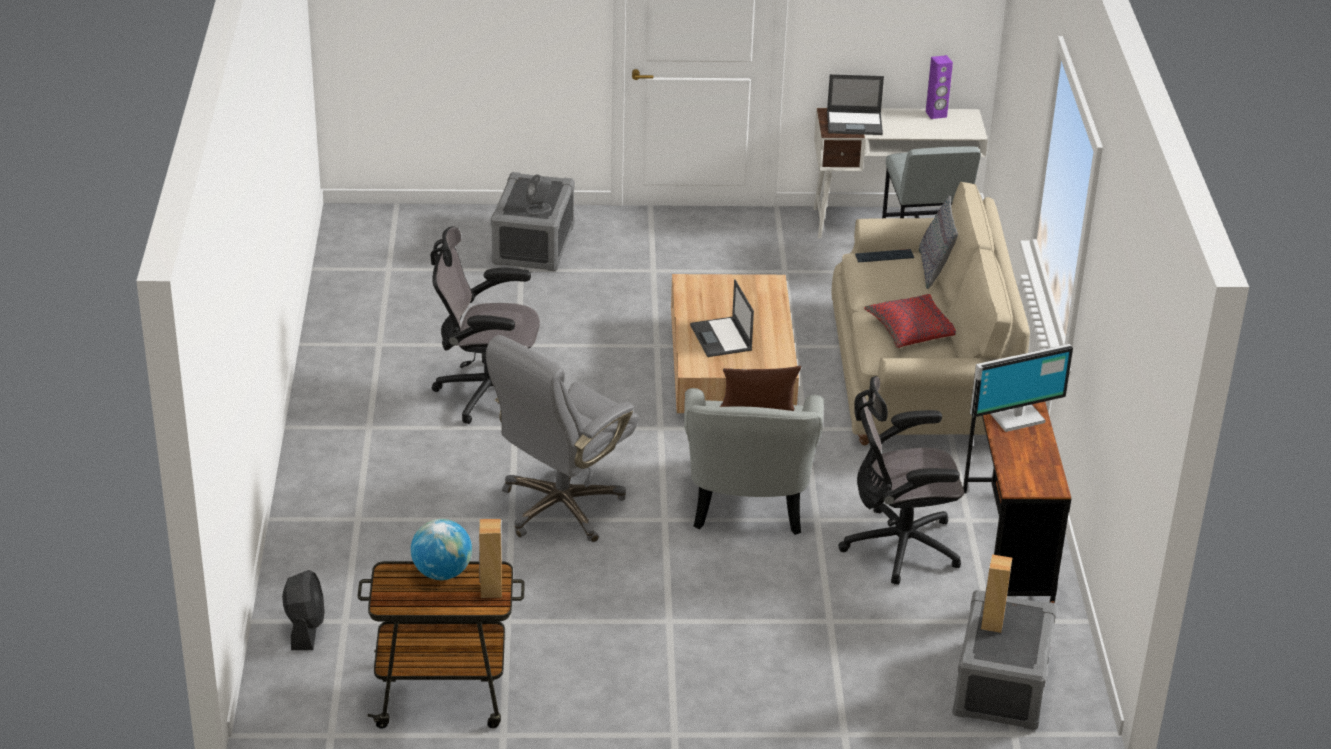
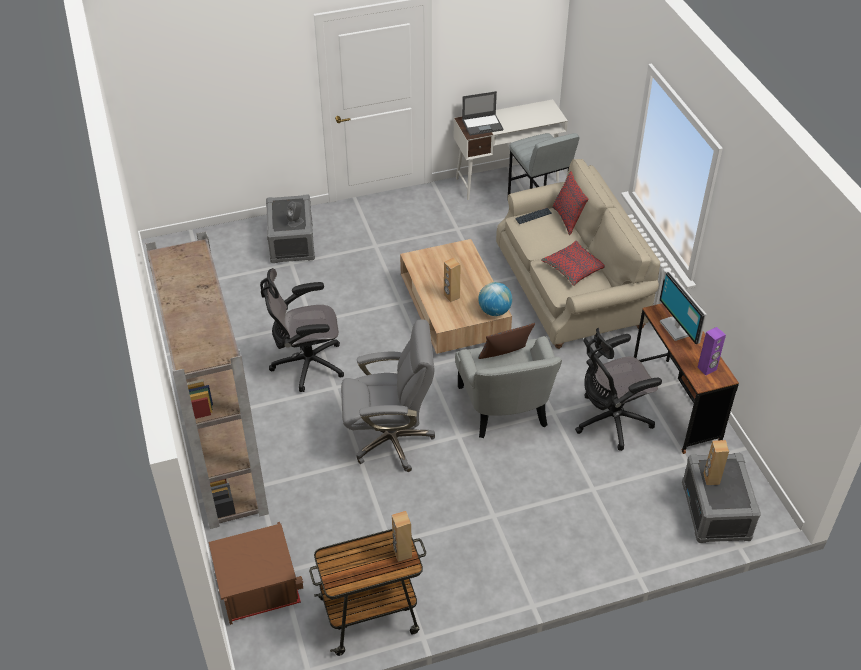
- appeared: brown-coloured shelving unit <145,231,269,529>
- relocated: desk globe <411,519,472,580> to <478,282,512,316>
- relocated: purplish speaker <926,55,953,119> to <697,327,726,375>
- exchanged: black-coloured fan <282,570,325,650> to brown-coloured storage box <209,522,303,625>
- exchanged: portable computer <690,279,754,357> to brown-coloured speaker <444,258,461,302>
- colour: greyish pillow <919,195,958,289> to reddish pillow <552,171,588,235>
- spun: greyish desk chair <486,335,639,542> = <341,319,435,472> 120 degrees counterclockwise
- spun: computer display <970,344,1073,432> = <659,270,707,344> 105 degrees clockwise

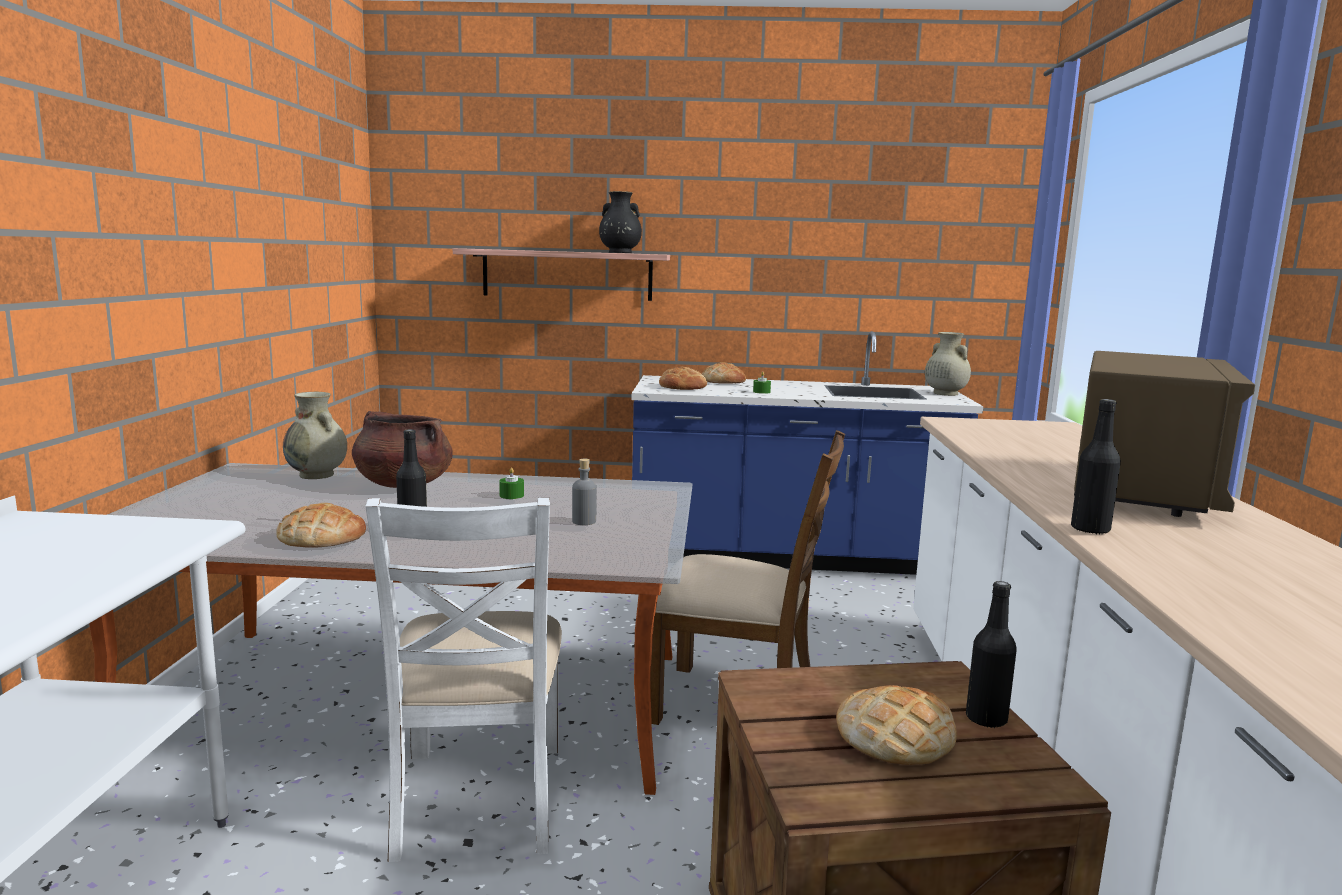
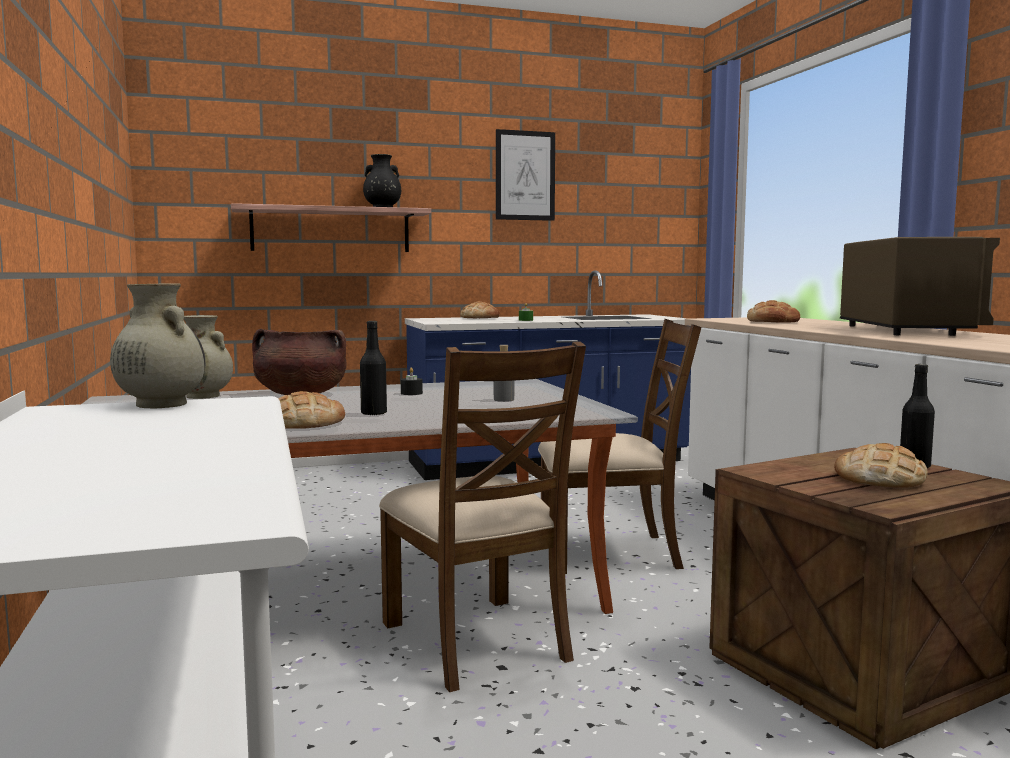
- missing: black-coloured bottle <1071,399,1121,534>
- appeared: wall picture <496,129,555,221>
- relocated: baked bread <659,367,707,390> to <747,300,800,323>
- relocated: beige-coloured vase <925,332,971,396> to <110,283,205,408>
- colour: white chair <365,498,562,862> to brown-coloured chair <379,341,586,692>
- colour: green wax candle <499,468,524,499> to black-coloured wax candle <401,368,423,395>

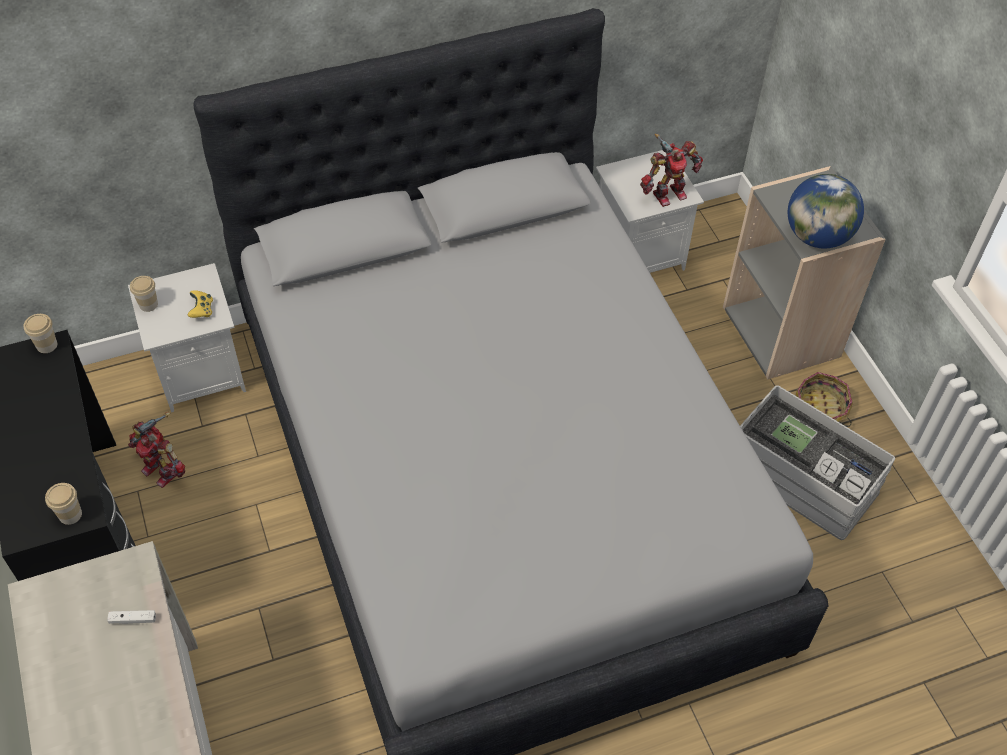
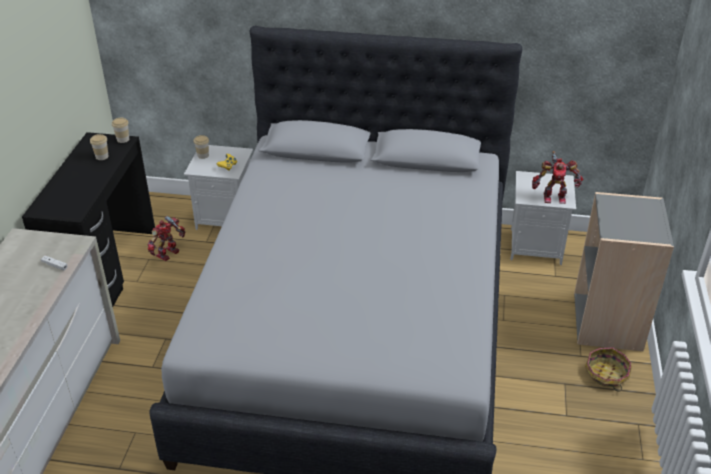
- missing: greyish storage box <740,385,895,540>
- missing: desk globe <788,174,864,248>
- relocated: small cup <45,483,82,525> to <90,134,109,160>
- spun: toy robot <128,412,185,488> = <148,216,186,261> 60 degrees clockwise

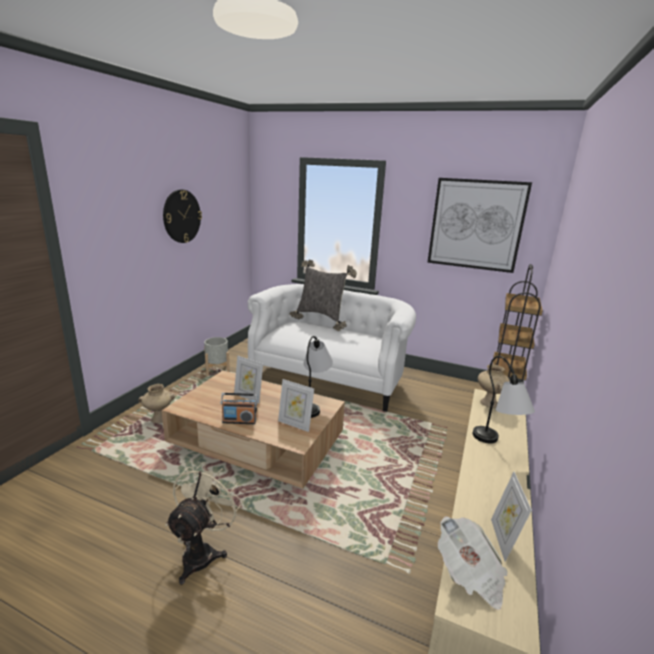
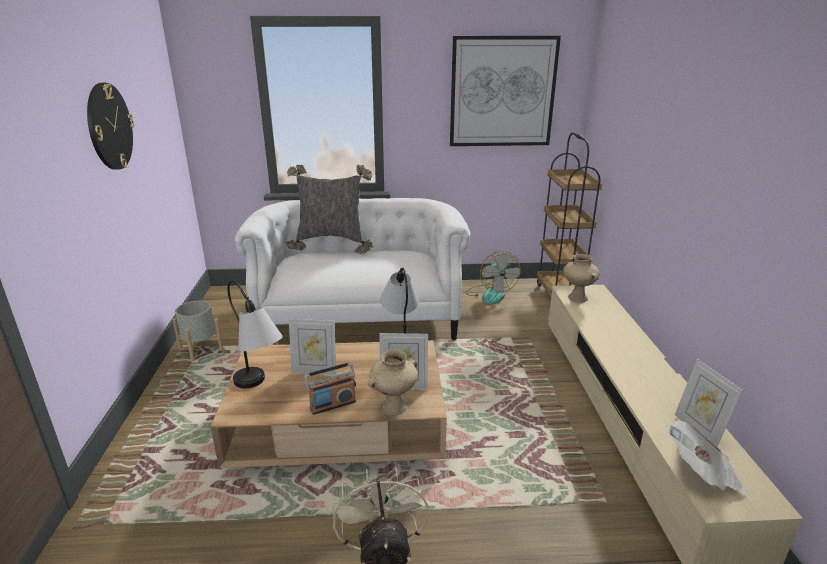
- appeared: fan <466,251,521,304>
- relocated: beige-coloured vase <138,384,175,423> to <368,349,418,416>
- relocated: table lamp <473,356,535,443> to <227,280,283,388>

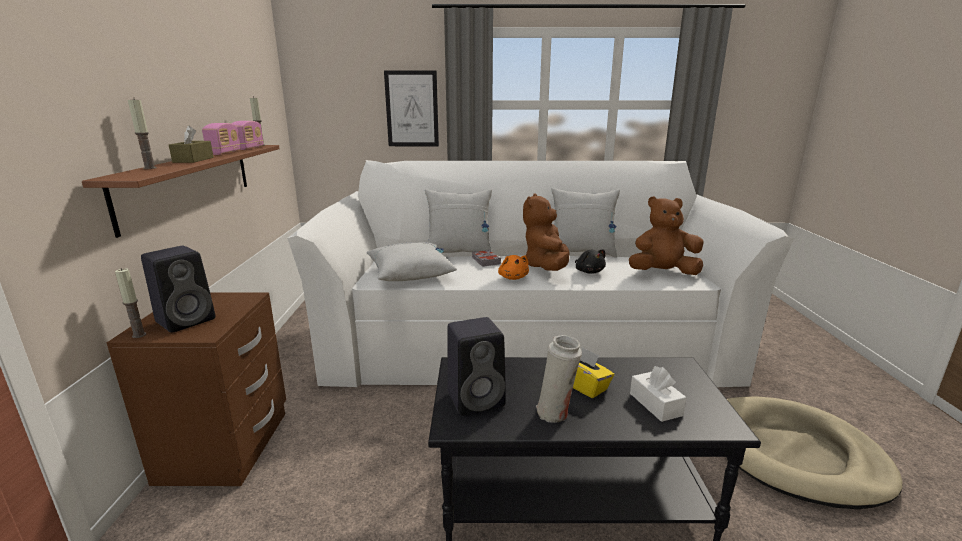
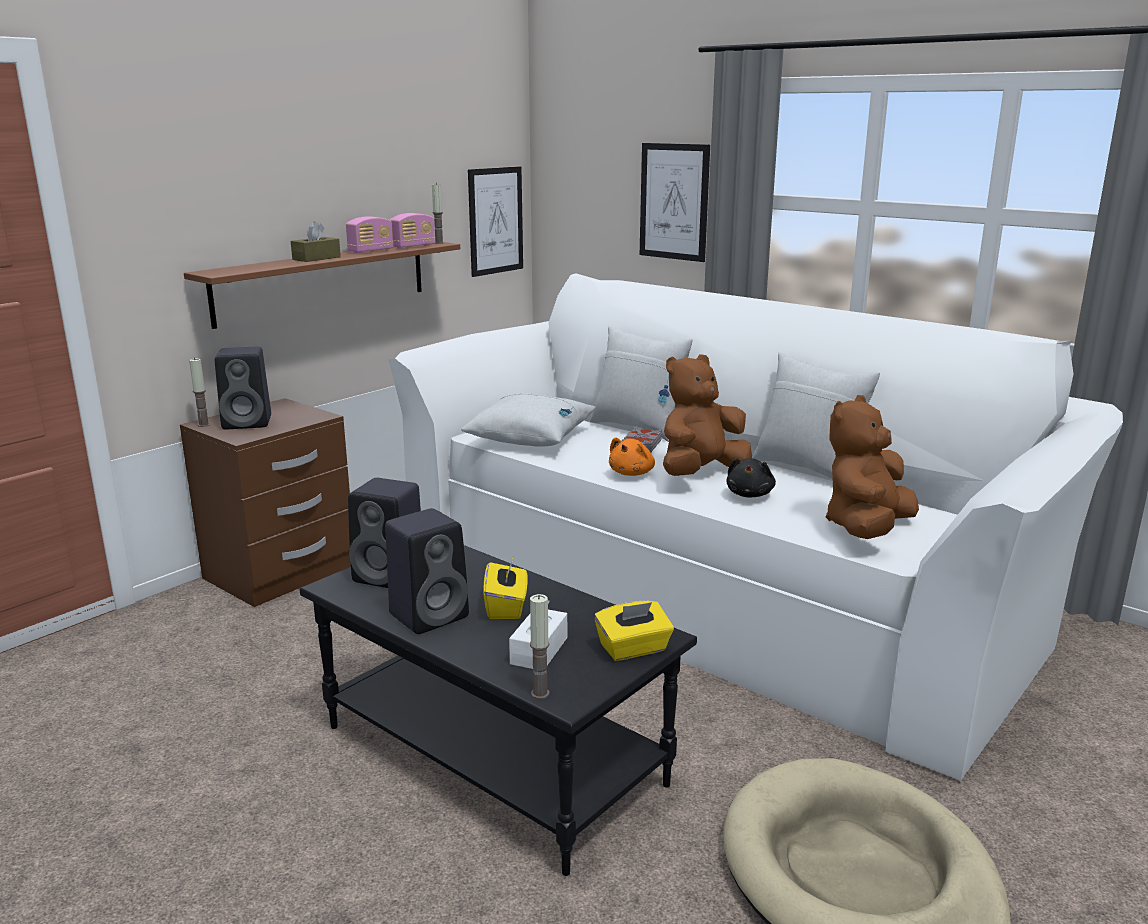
- appeared: wall picture <468,166,523,277>
- appeared: yellow box of tissues <594,600,674,661>
- relocated: wax candle <128,99,157,169> to <530,594,550,699>
- exchanged: white vase <536,335,582,423> to black-coloured speaker <385,508,469,634>
- spun: brown-coloured soft toy <629,196,704,275> = <826,395,919,539> 90 degrees counterclockwise

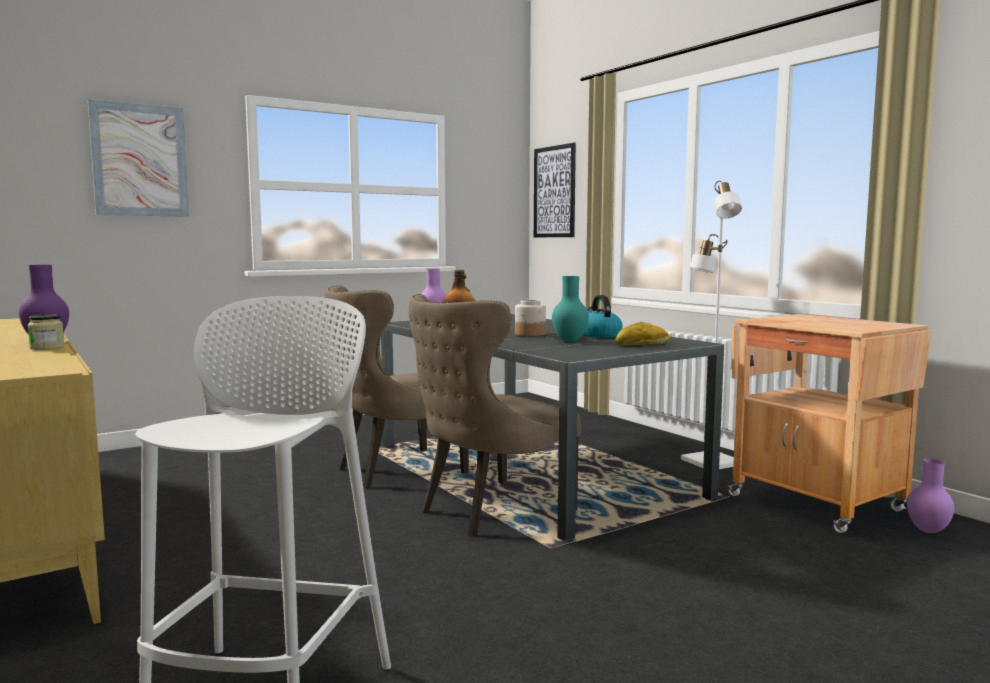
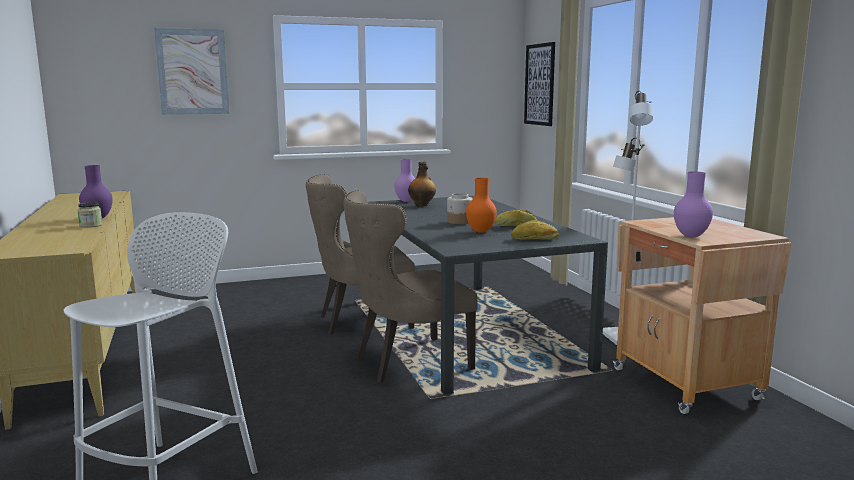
- relocated: purplish vase <907,458,955,533> to <674,171,713,237>
- exchanged: tea kettle <583,295,623,338> to baked bread <495,210,537,226>
- colour: blue-green vase <552,276,589,342> to orange-coloured vase <466,178,497,233>

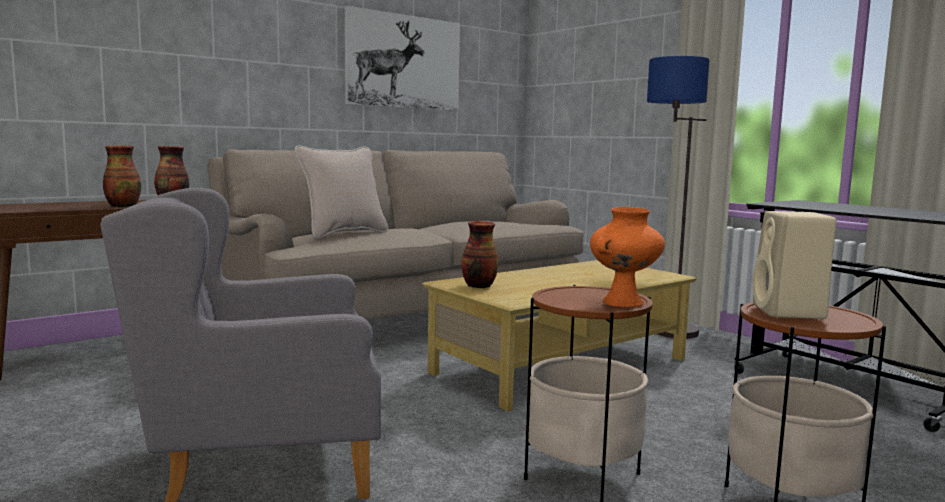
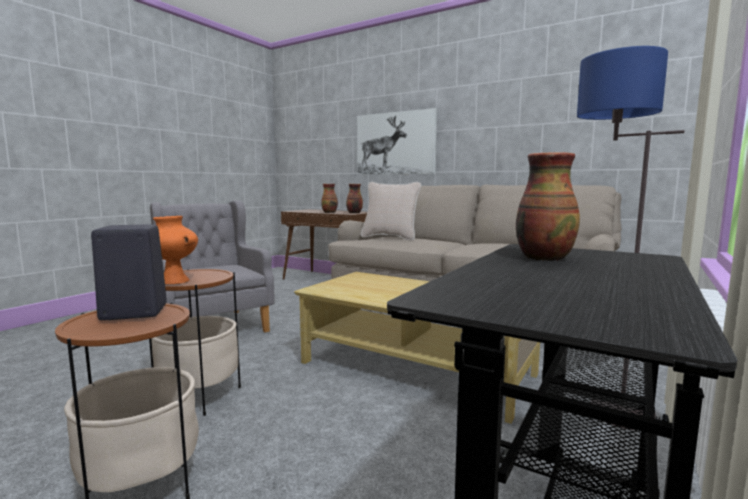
- relocated: wall picture <345,6,460,111> to <357,108,437,175>
- relocated: vase <461,221,498,288> to <516,152,580,261>
- colour: beige-coloured speaker <753,211,836,319> to black-coloured speaker <91,224,167,321>

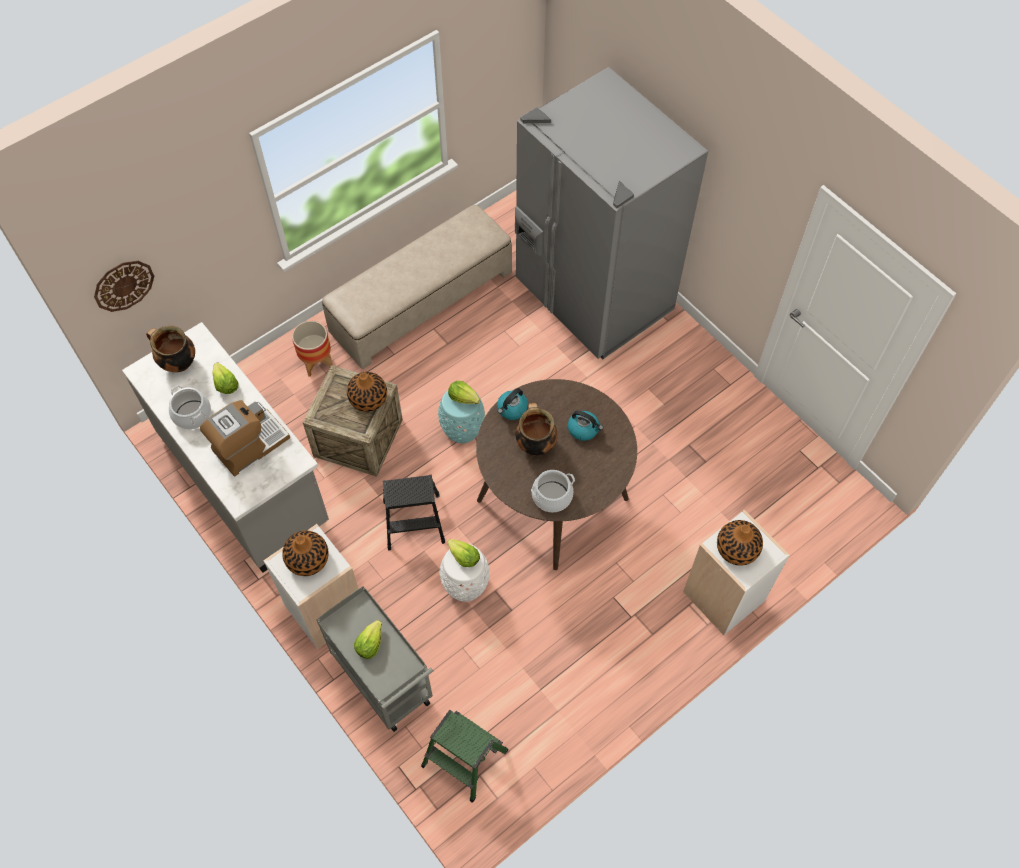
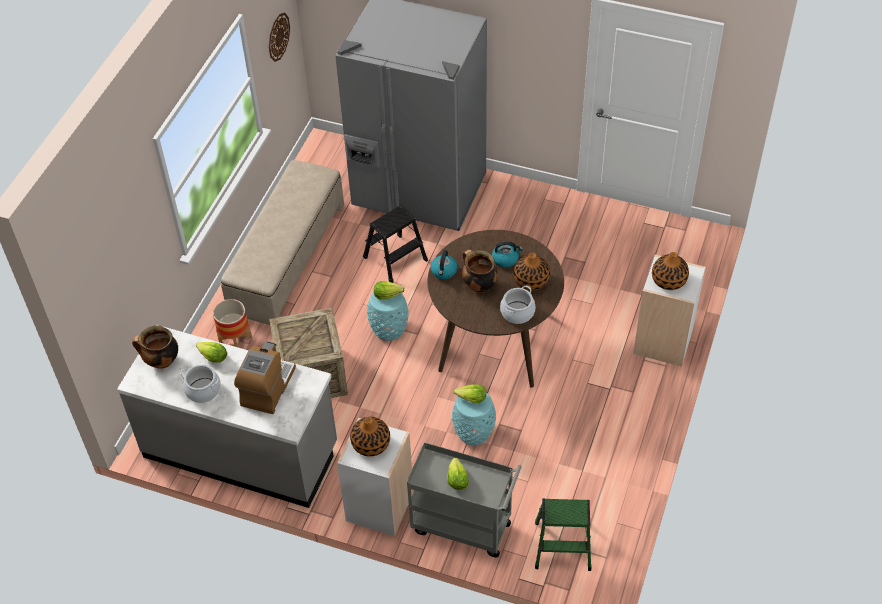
- relocated: clock on the wall <94,261,154,312> to <269,13,290,62>
- relocated: vase <347,372,387,412> to <514,252,550,291>
- relocated: black-coloured step stool <383,475,445,550> to <363,205,428,283>
- colour: white stool seat <440,544,490,602> to blue-green stool seat <452,392,496,445>

